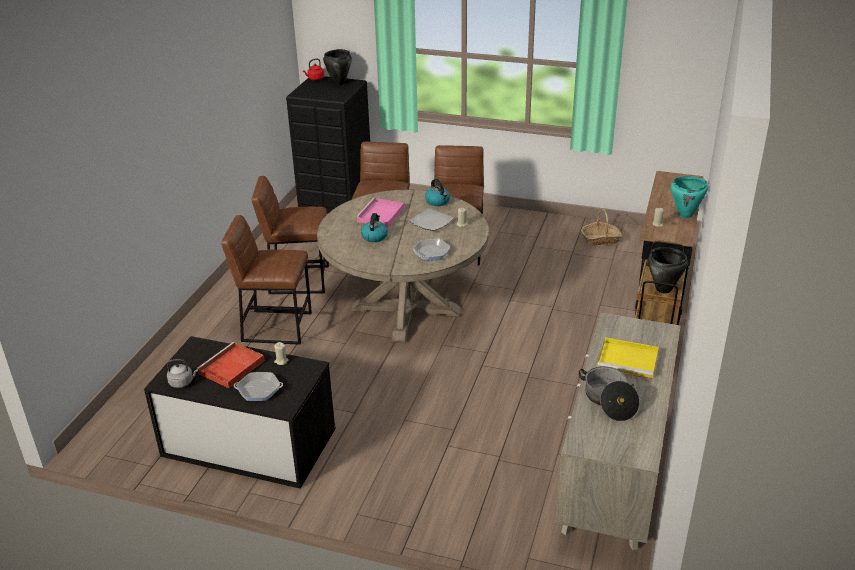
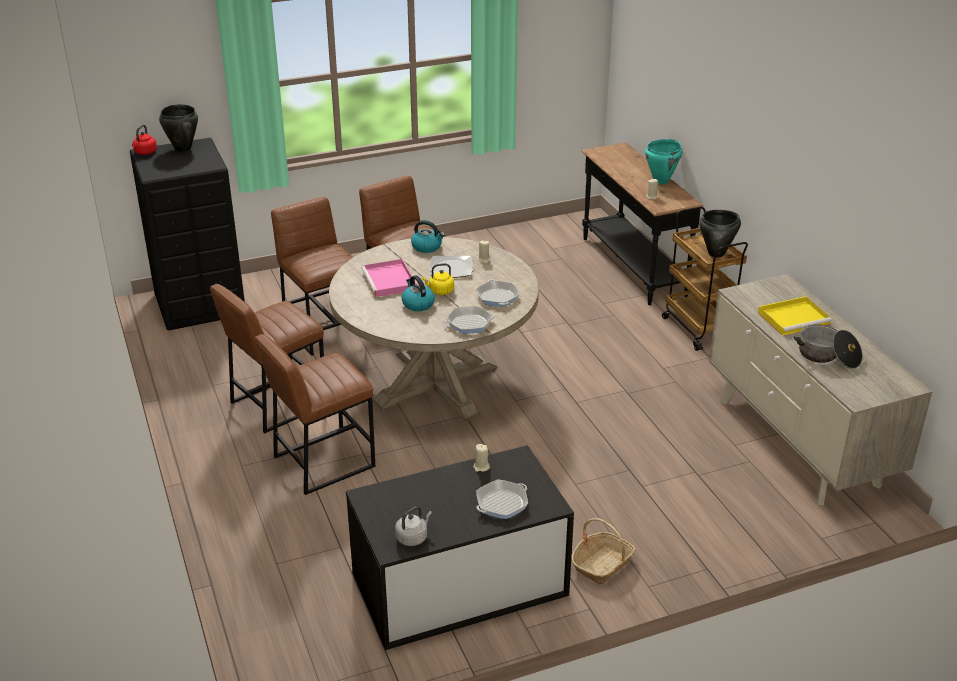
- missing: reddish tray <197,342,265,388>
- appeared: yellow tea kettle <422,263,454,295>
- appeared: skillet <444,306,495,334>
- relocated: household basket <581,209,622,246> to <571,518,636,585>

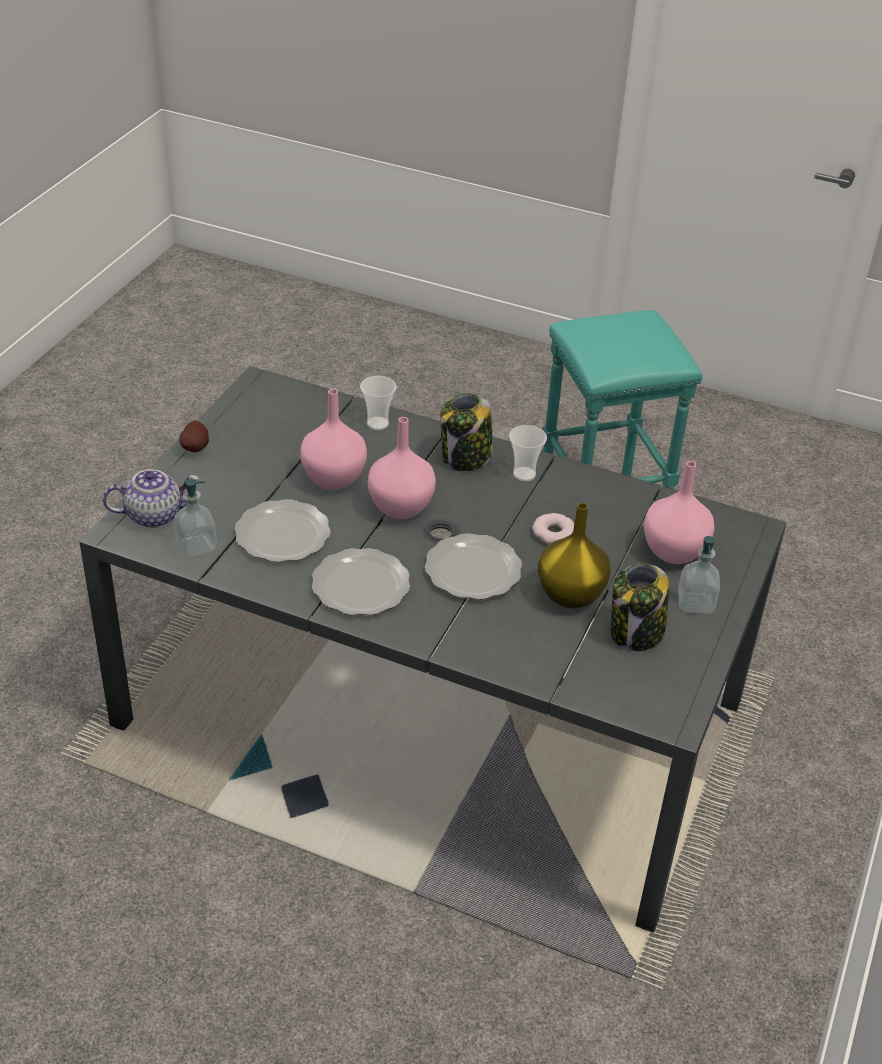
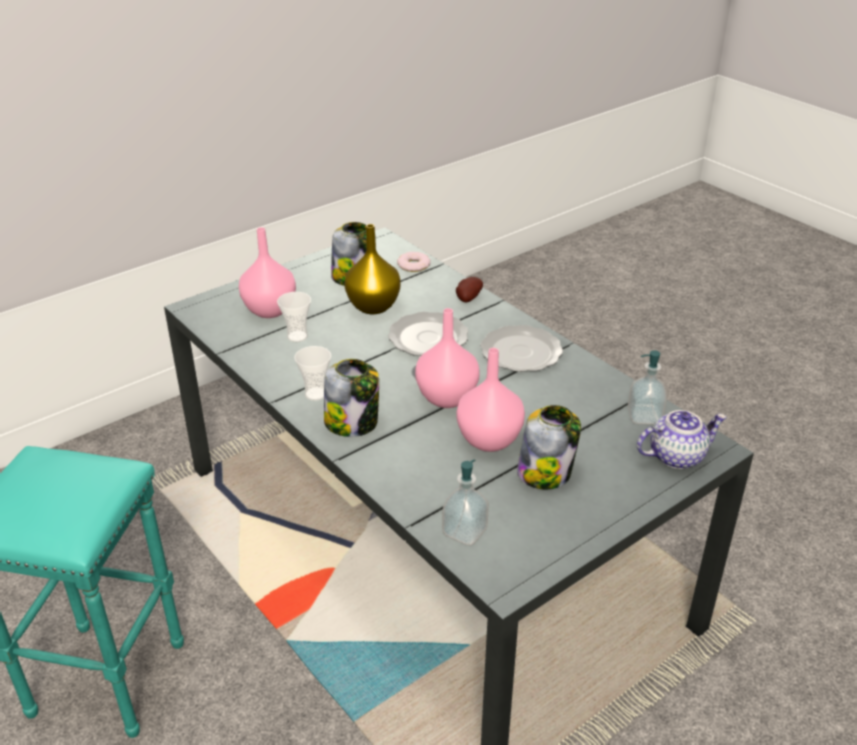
- missing: dinner plate <235,499,331,562>
- appeared: preserve jar <517,405,581,489>
- relocated: spud <179,421,209,452> to <456,277,483,303>
- relocated: small cup <360,376,396,430> to <277,292,311,342>
- relocated: doughnut <532,513,574,544> to <397,252,431,272>
- relocated: liquid soap bottle <678,536,720,614> to <442,459,489,546>
- spun: tea pot <103,469,199,528> = <637,410,727,469> 150 degrees clockwise

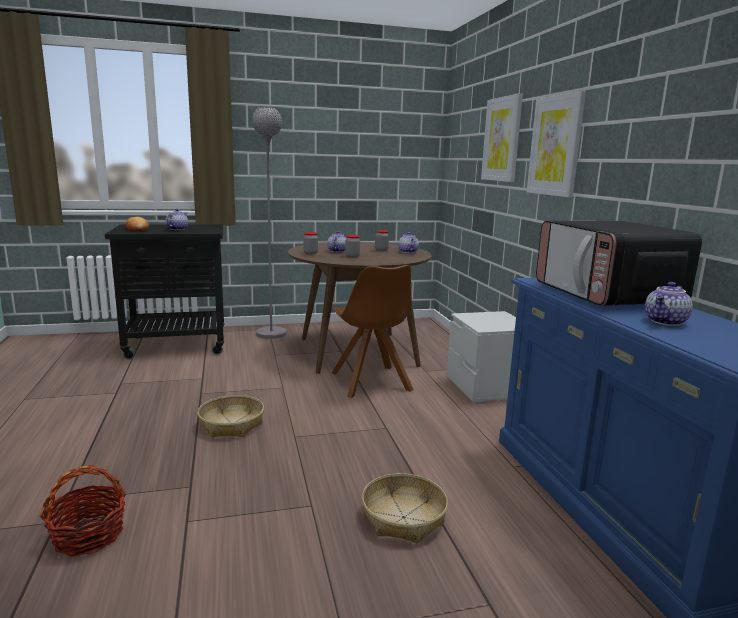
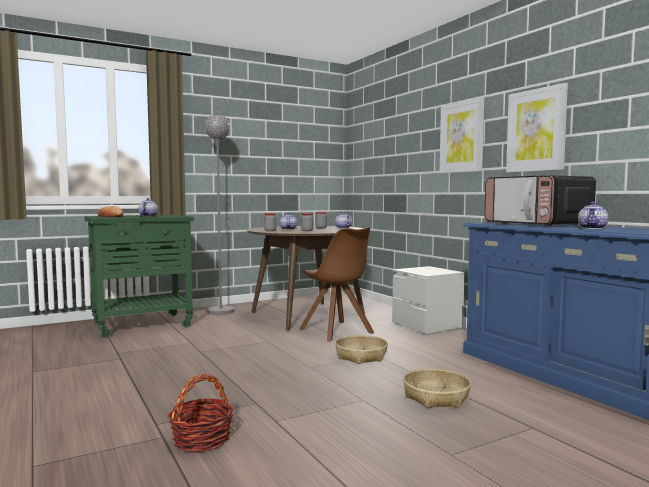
- relocated: household basket <197,395,264,437> to <335,335,388,364>
- relocated: wall picture <481,93,523,182> to <506,83,568,172>
- colour: black-coloured trolley <105,224,224,360> to green trolley <85,215,194,338>

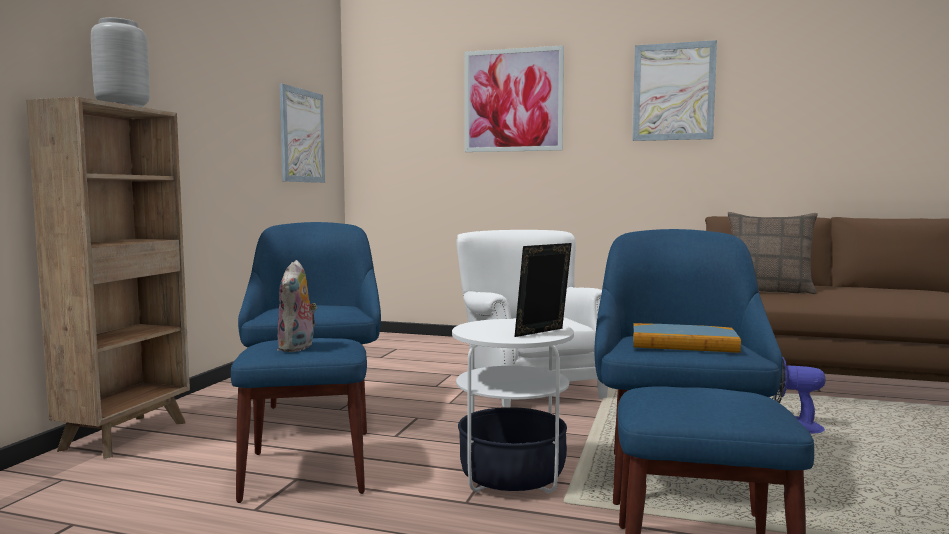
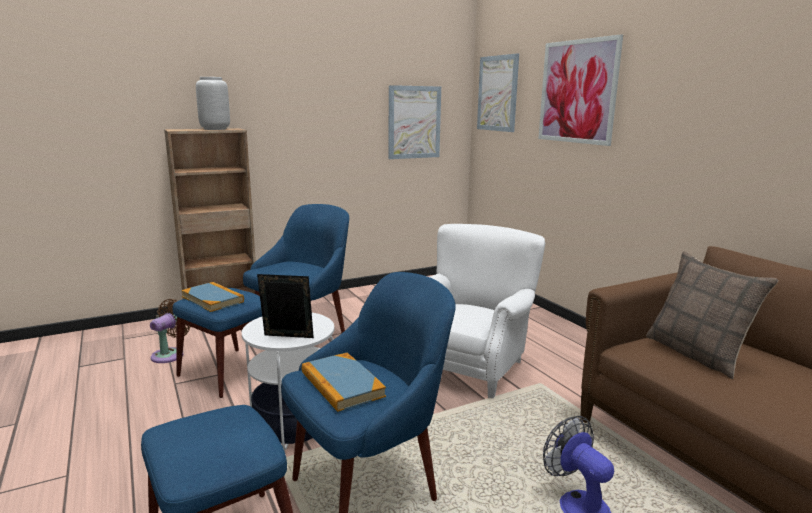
- appeared: brown-coloured fan <150,299,190,363>
- relocated: wall picture <632,40,717,141> to <477,53,519,132>
- exchanged: soft toy <277,260,317,352> to book <181,282,244,312>

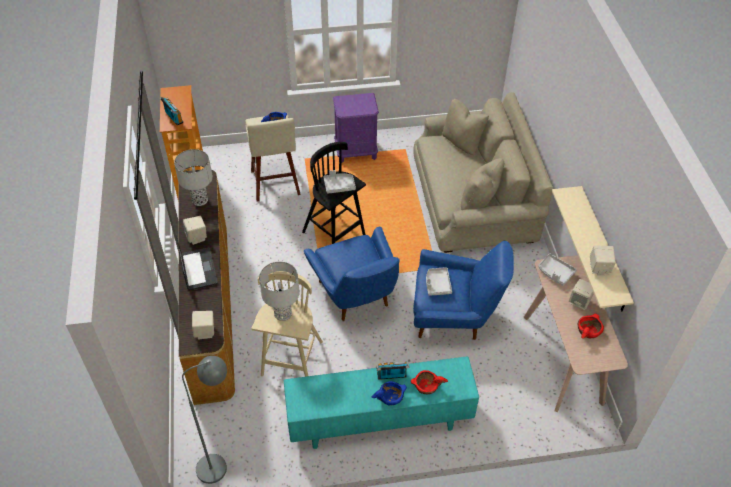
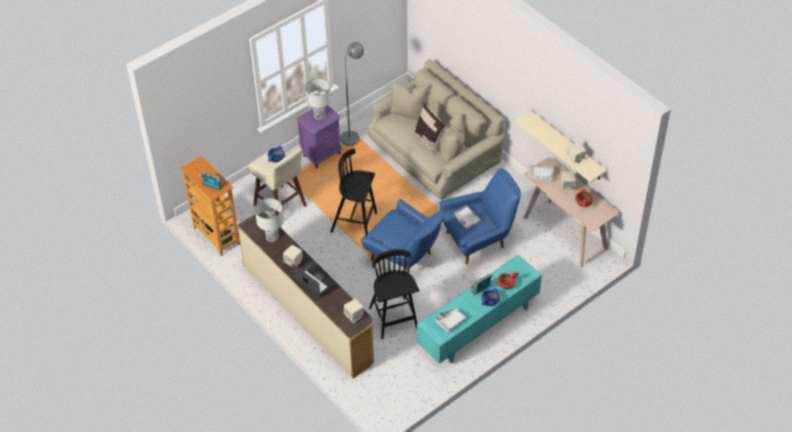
- appeared: pillow <415,103,446,155>
- relocated: greyish standing lamp <182,356,227,484> to <340,42,364,146>
- relocated: white table lamp <259,262,300,321> to <305,78,331,120>
- relocated: greyish tray <323,170,356,194> to <435,308,466,332>
- colour: beige-coloured stool seat <251,271,323,377> to black-coloured stool seat <369,249,419,339>

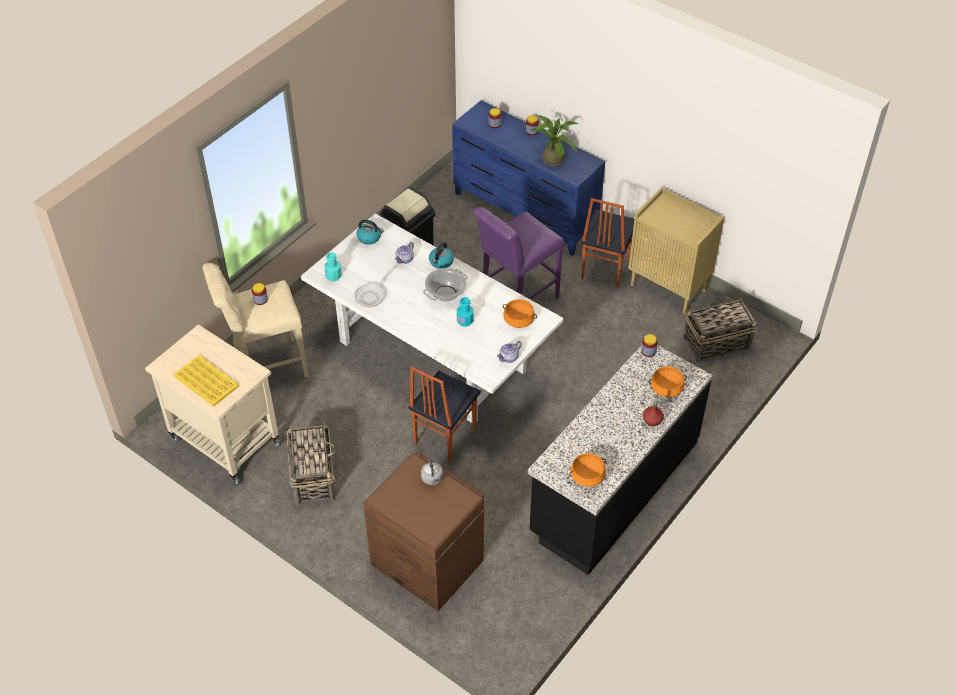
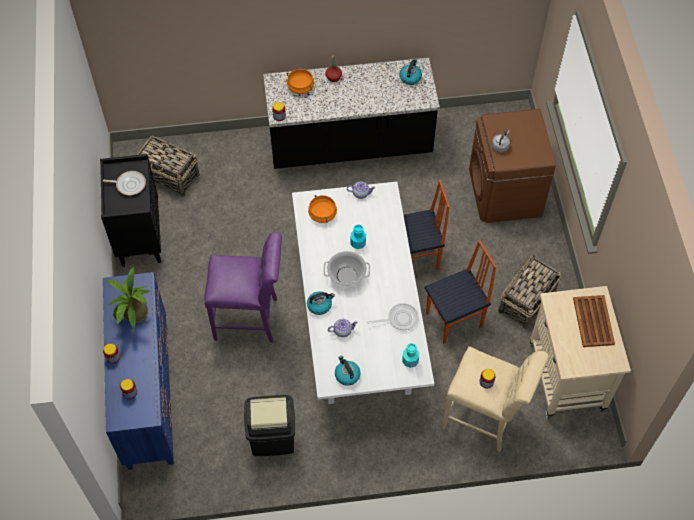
- appeared: skillet <103,171,146,195>
- relocated: chair <581,198,635,288> to <425,240,496,344>
- exchanged: orange-coloured saucepot <569,453,606,487> to tea kettle <400,59,422,85>
- colour: yellow tray <173,355,239,407> to brown-coloured tray <573,295,615,347>
- colour: beige-coloured cupboard <628,187,724,314> to black-coloured cupboard <100,154,161,267>

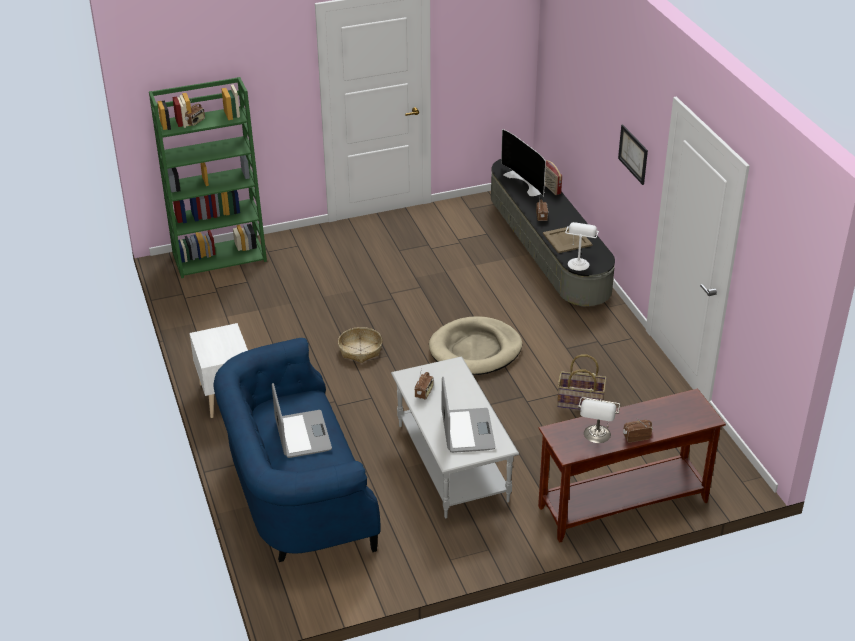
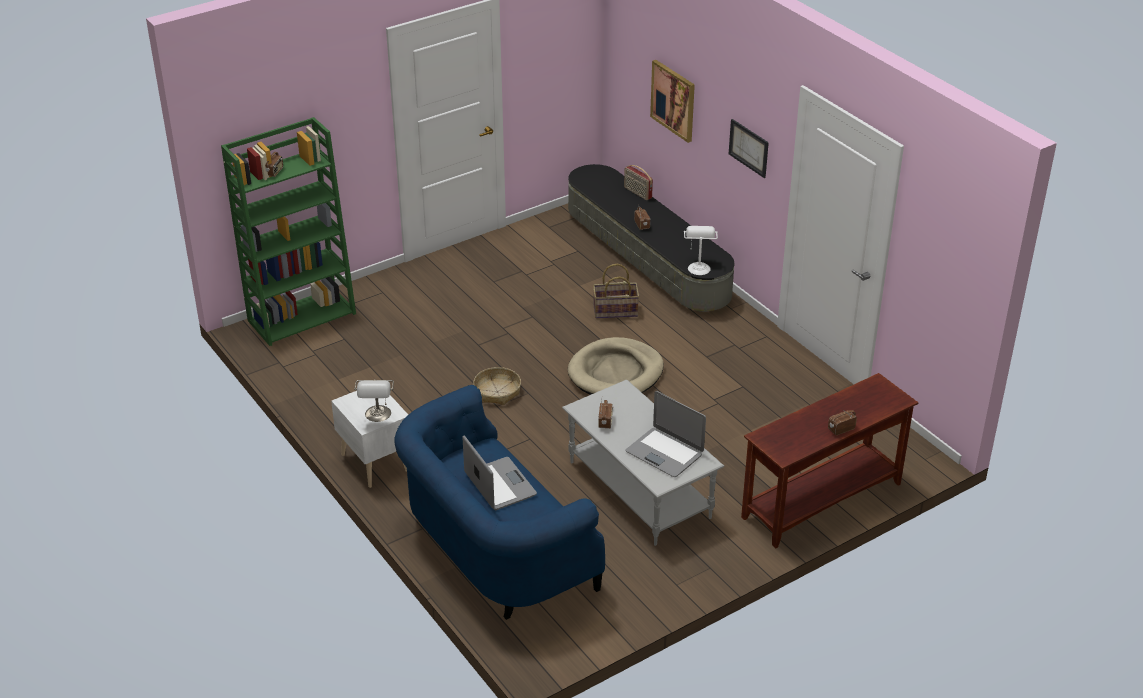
- missing: TV set <501,129,546,197>
- missing: beige-coloured tray <543,227,592,253>
- appeared: wall picture <650,60,695,143>
- relocated: household basket <557,354,607,410> to <593,264,639,318>
- relocated: white table lamp <578,397,620,443> to <354,379,394,422>
- spun: portable computer <442,377,496,453> = <626,391,706,477> 150 degrees clockwise

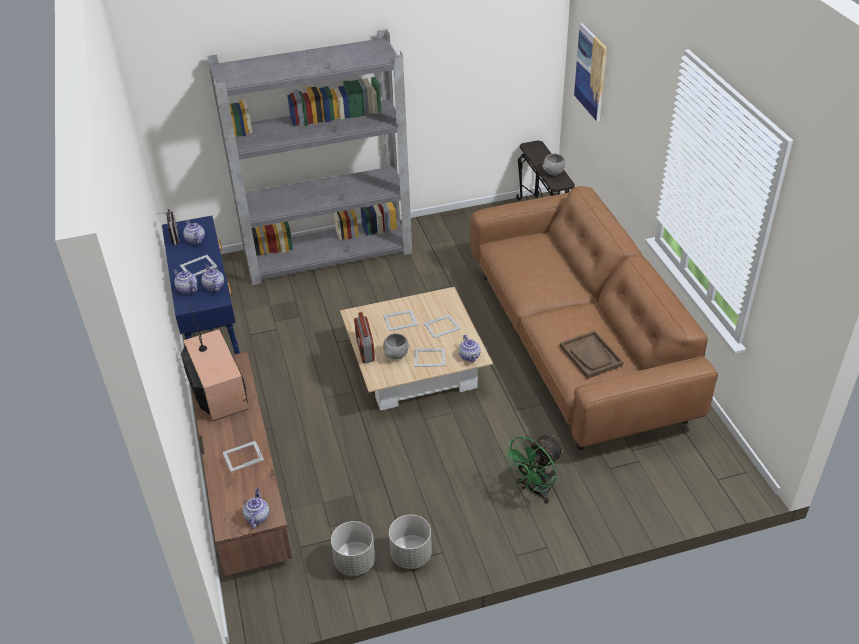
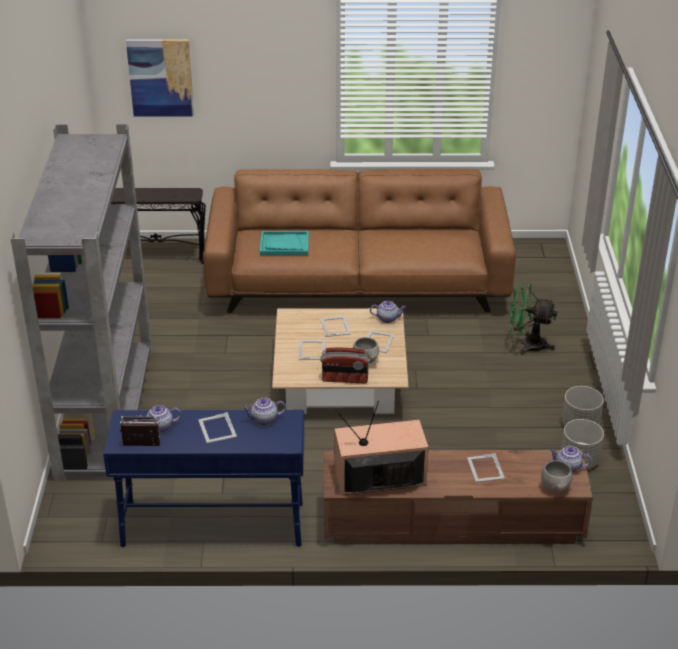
- missing: tea pot <173,269,197,294>
- missing: brown-coloured tray <559,330,624,379>
- appeared: blue-green tray <260,231,309,255>
- relocated: greyish deep dish <542,154,565,176> to <541,461,572,492>
- spun: green fan <502,435,564,504> = <509,282,558,355> 135 degrees clockwise

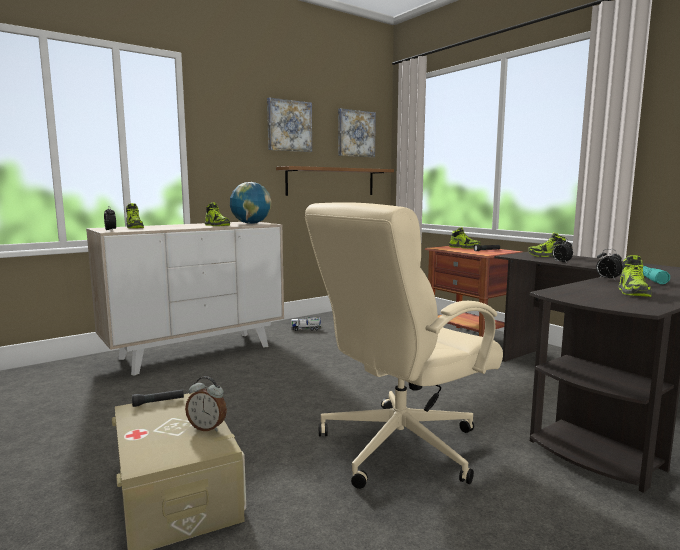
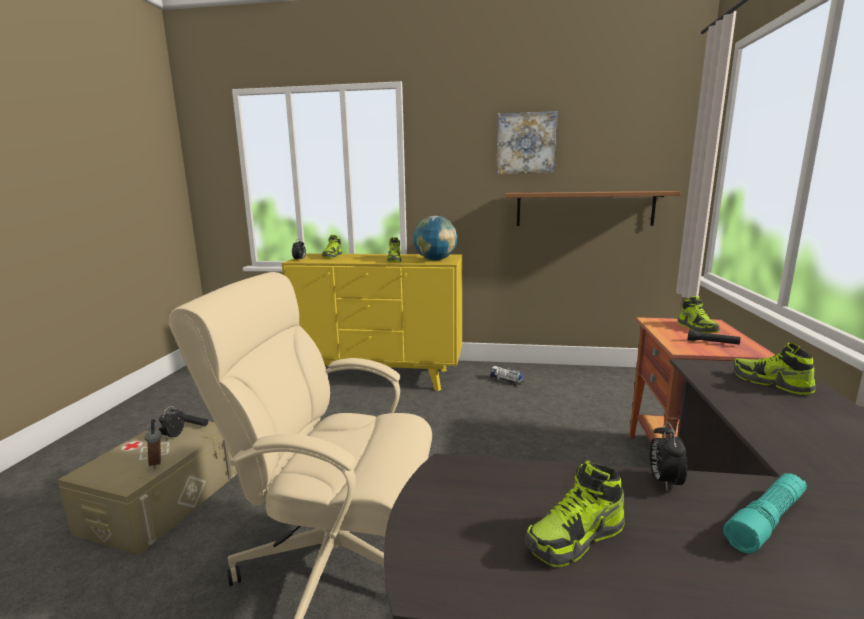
- missing: wall picture <338,108,376,157>
- relocated: alarm clock <552,238,573,263> to <159,406,184,440>
- colour: white drawer chest <86,222,284,376> to yellow drawer chest <282,254,463,391>

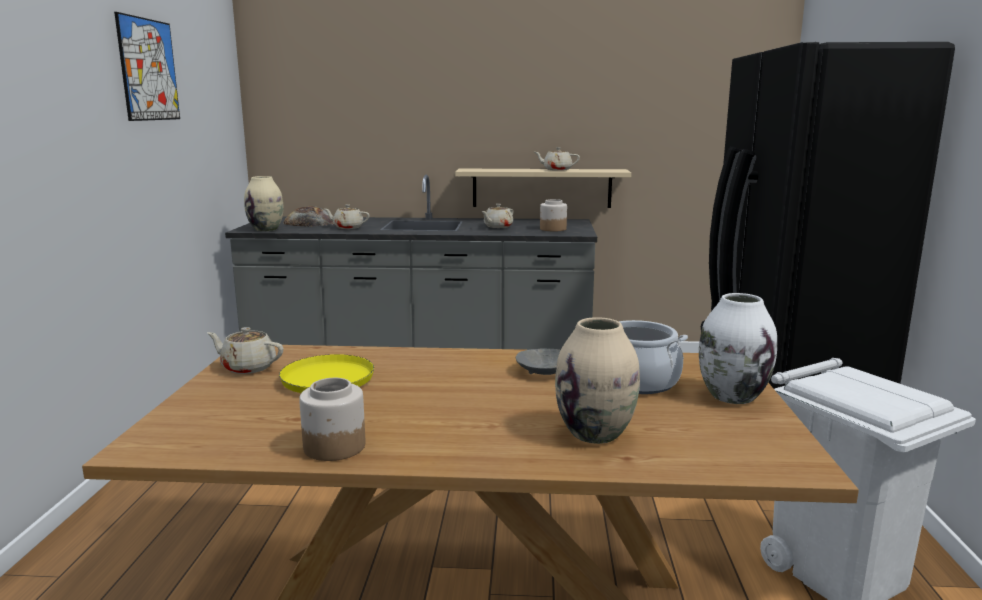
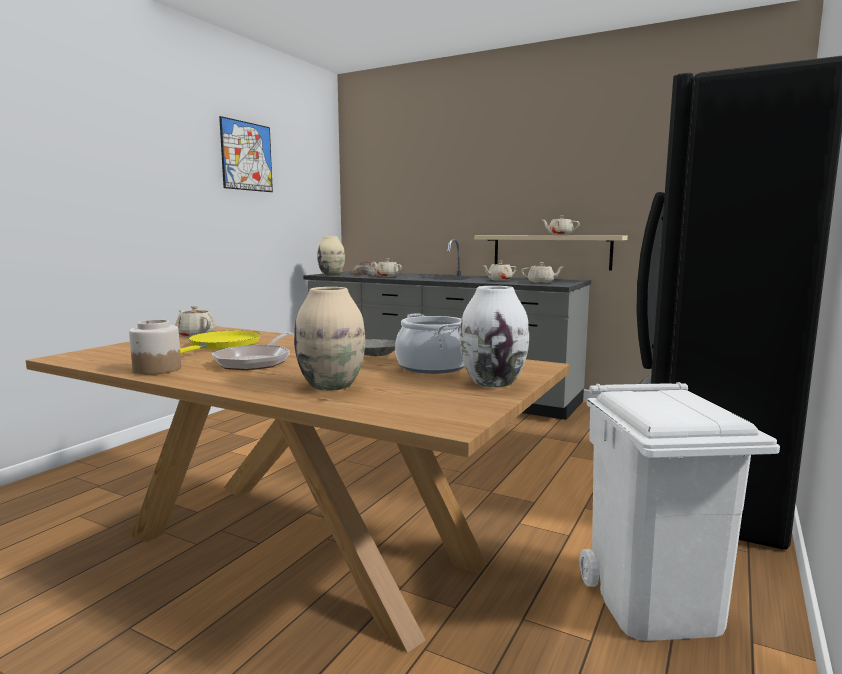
- appeared: skillet <212,332,294,370>
- exchanged: preserve jar <540,199,567,231> to beige-coloured tea pot <521,262,563,283>

